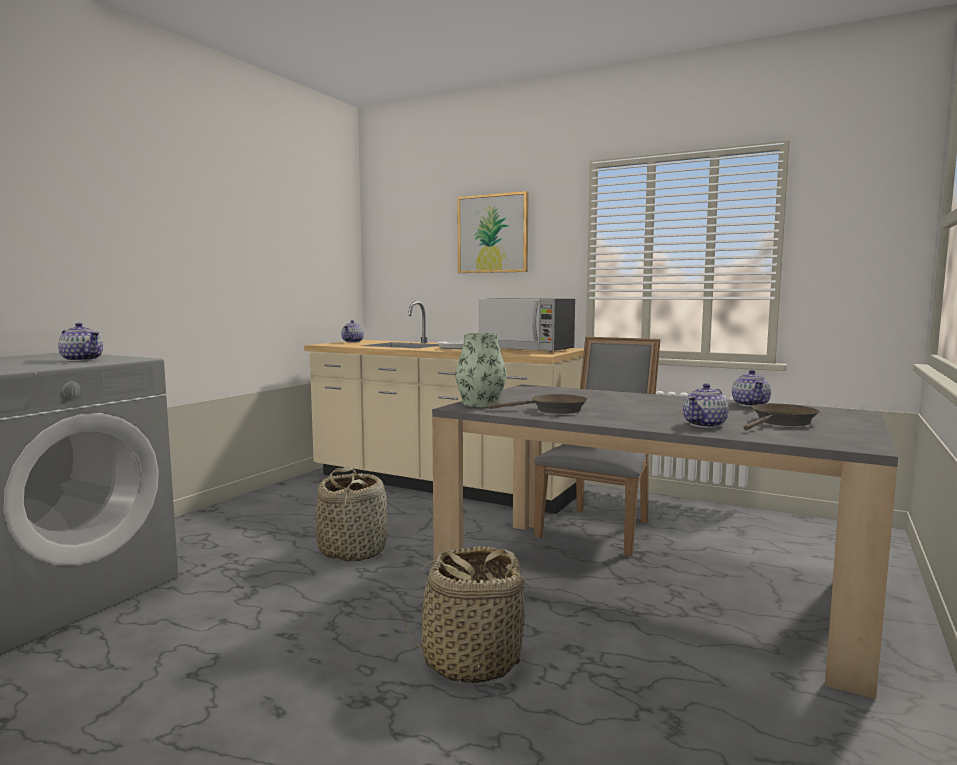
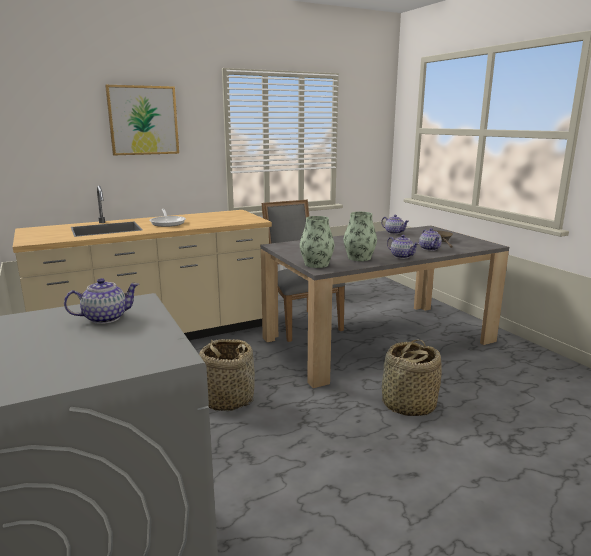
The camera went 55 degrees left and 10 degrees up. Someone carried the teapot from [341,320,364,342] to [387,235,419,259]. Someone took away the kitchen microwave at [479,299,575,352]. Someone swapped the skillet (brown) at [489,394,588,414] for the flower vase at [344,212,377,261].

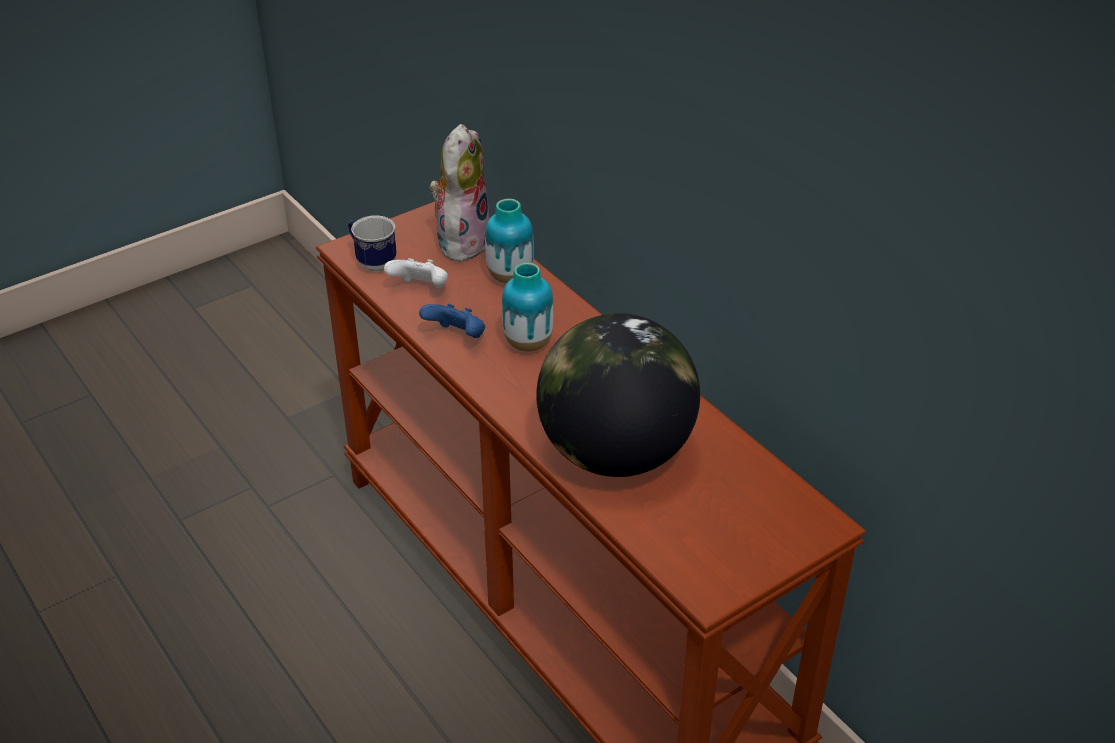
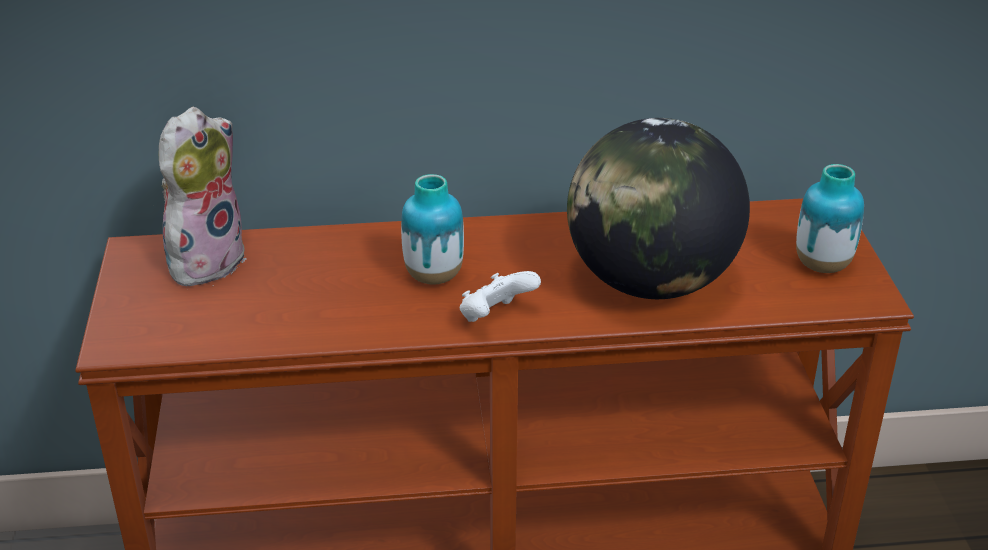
The camera went 60 degrees left and 5 degrees down. Someone took away the coffee mug at [348,216,397,272]. Someone carried the game controller (white-coloured) from [384,258,448,288] to [460,271,541,322]. Someone took away the game controller (blue) at [419,304,485,338]. Someone rotated the cuddly toy at [430,124,490,262] by 75 degrees clockwise. Someone carried the flower vase from [485,199,534,284] to [796,164,864,273].

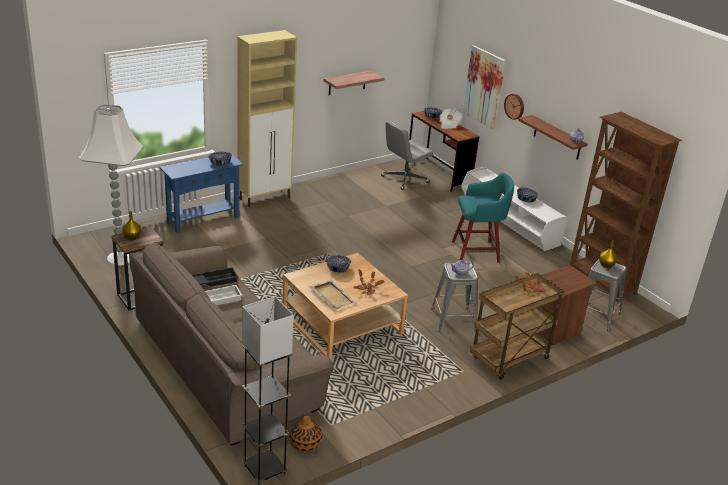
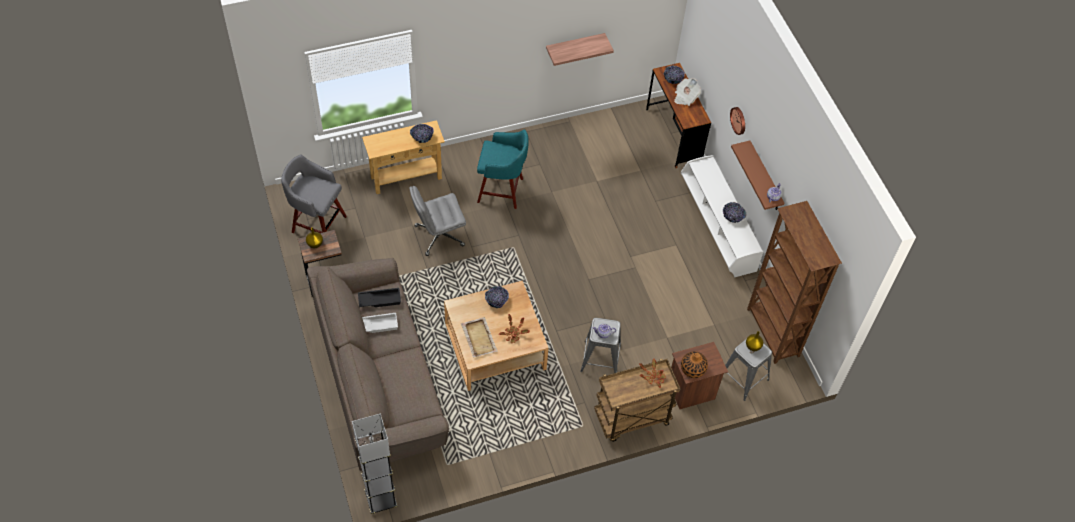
The camera went 15 degrees right and 25 degrees up. Someone swapped the floor lamp (white-coloured) at [79,104,144,265] for the stool seat (gray) at [281,155,347,233]. Someone repainted the console table (blue) at [160,155,244,233], which became the console table (beige-coloured) at [362,120,445,194]. Someone took away the storage cabinet (beige-coloured) at [237,30,297,207]. Someone carried the flower vase from [289,416,322,452] to [681,351,708,378]. Someone carried the office chair (gray) from [381,121,434,190] to [409,186,466,256]. Someone carried the stool seat (turquoise-coloured) from [452,173,514,263] to [477,129,529,209]. Someone took away the wall art at [463,45,506,129].

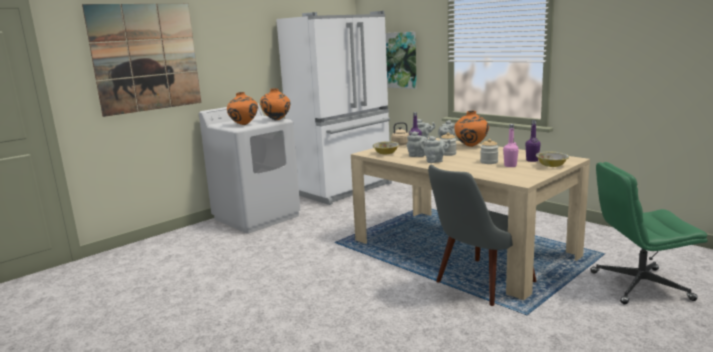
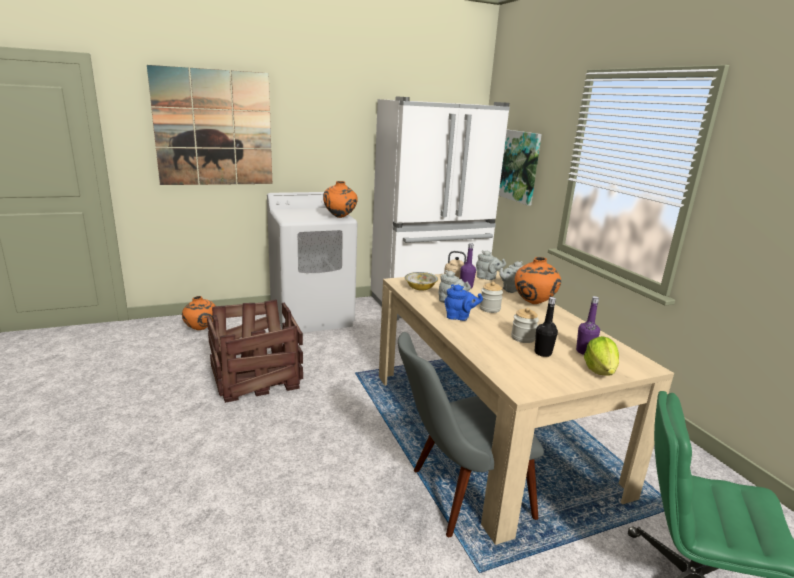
The camera went 20 degrees right and 5 degrees up. Someone carried the flower vase (orange-coloured) from [227,92,258,125] to [182,296,215,330]. Someone repainted the teapot (gray) at [424,136,451,163], which became the teapot (blue) at [445,284,483,321]. Someone repainted the beverage bottle (pink) at [503,124,519,167], which became the beverage bottle (black) at [535,297,558,357]. Someone swapped the deep dish at [536,152,569,167] for the lettuce head at [584,336,619,376]. Someone put down the shipping crate at [207,299,303,403].

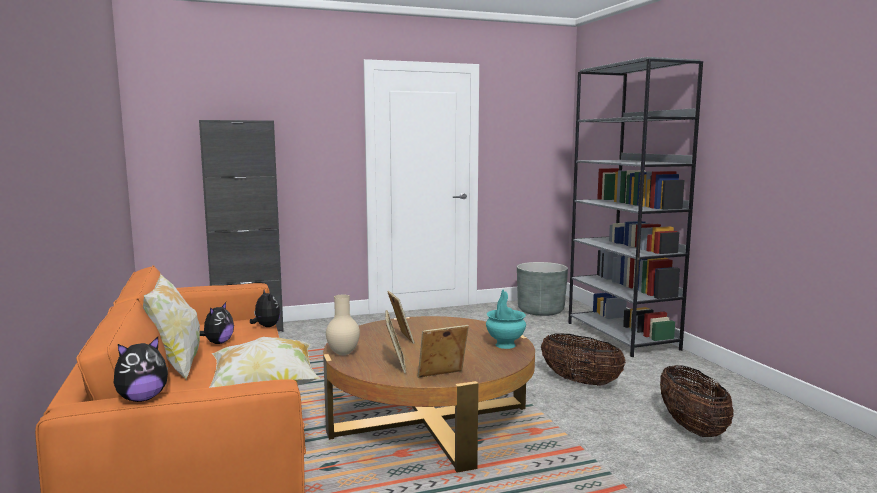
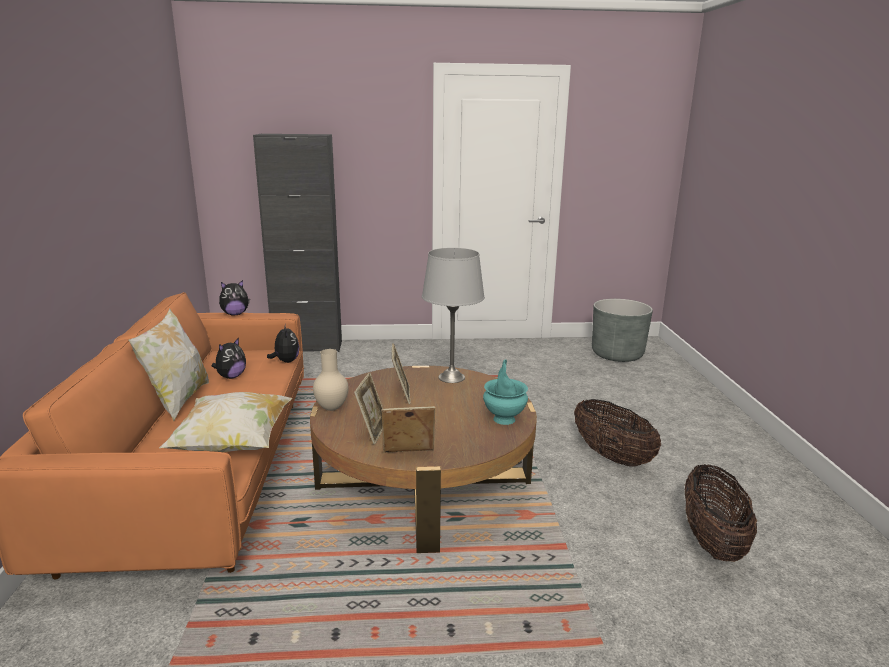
The camera went 15 degrees right and 10 degrees up. Someone carried the cuddly toy from [114,337,168,402] to [219,280,250,315]. Someone took away the bookshelf (gray) at [568,57,703,357]. Someone put down the lamp for a table (gray) at [422,248,485,383].

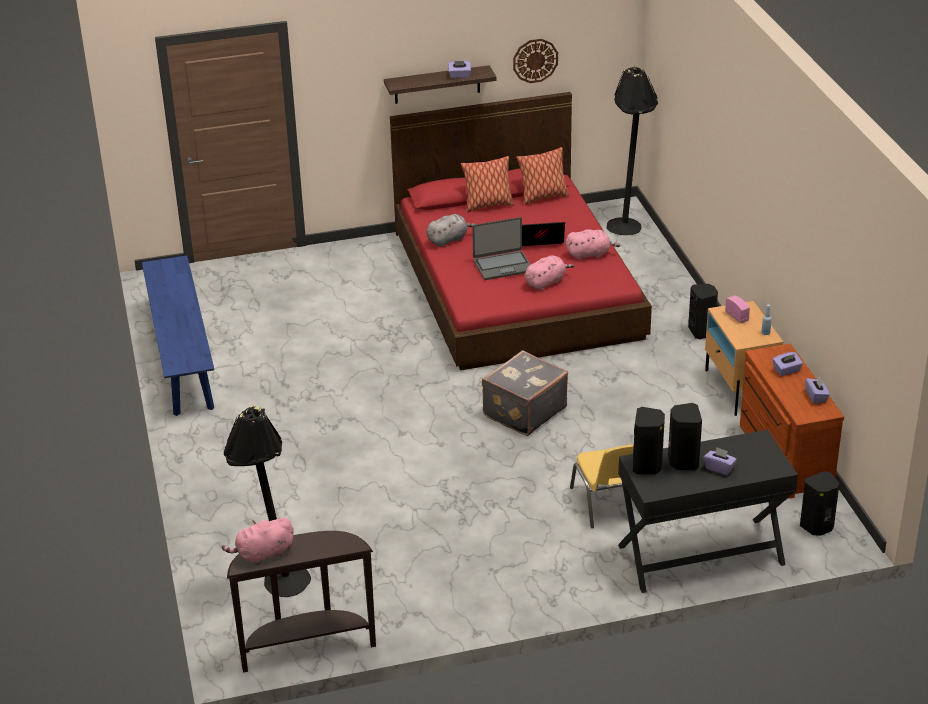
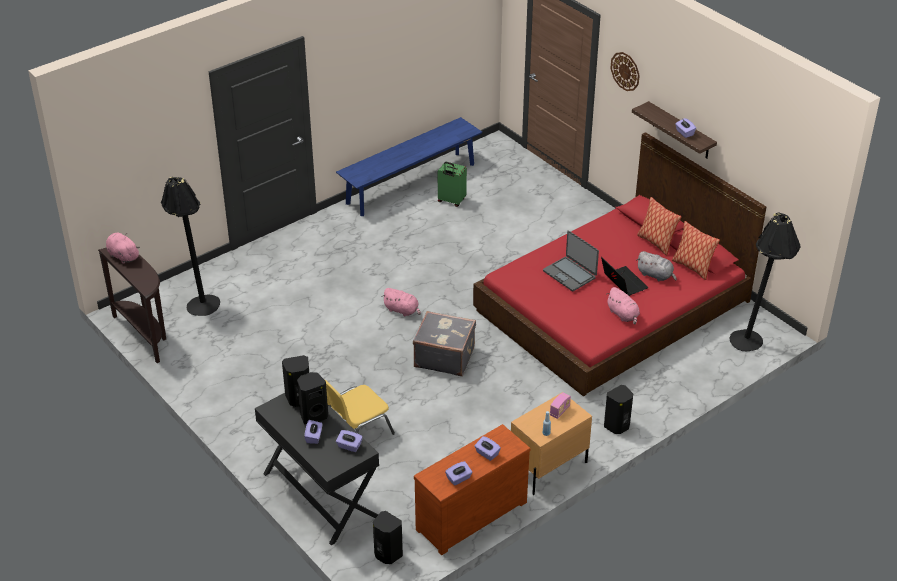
The camera went 65 degrees right and 5 degrees up. Someone carried the cuddly toy (gray) from [427,214,476,247] to [637,251,677,281]. Someone carried the hanging clock from [513,39,558,83] to [610,52,640,91]. Someone carried the cuddly toy (pink) from [525,255,574,290] to [382,288,421,316]. Someone put down the tissue box (purple) at [336,430,363,452]. Someone put down the travel case (greenish) at [438,162,467,207].

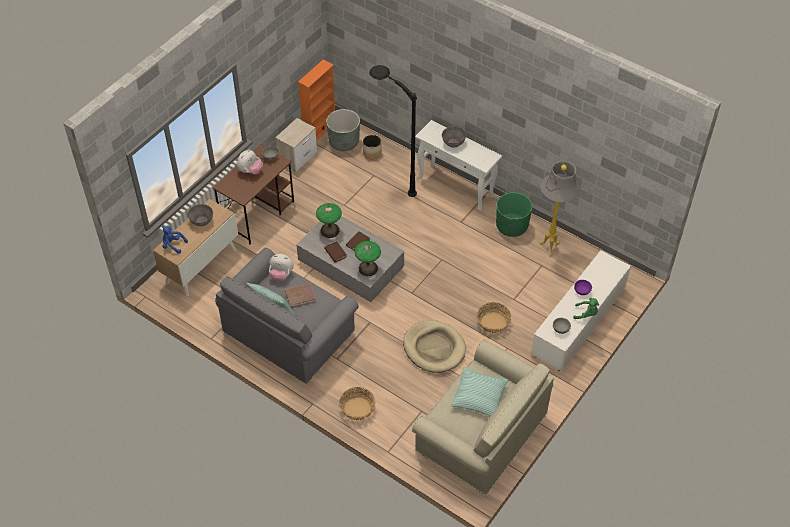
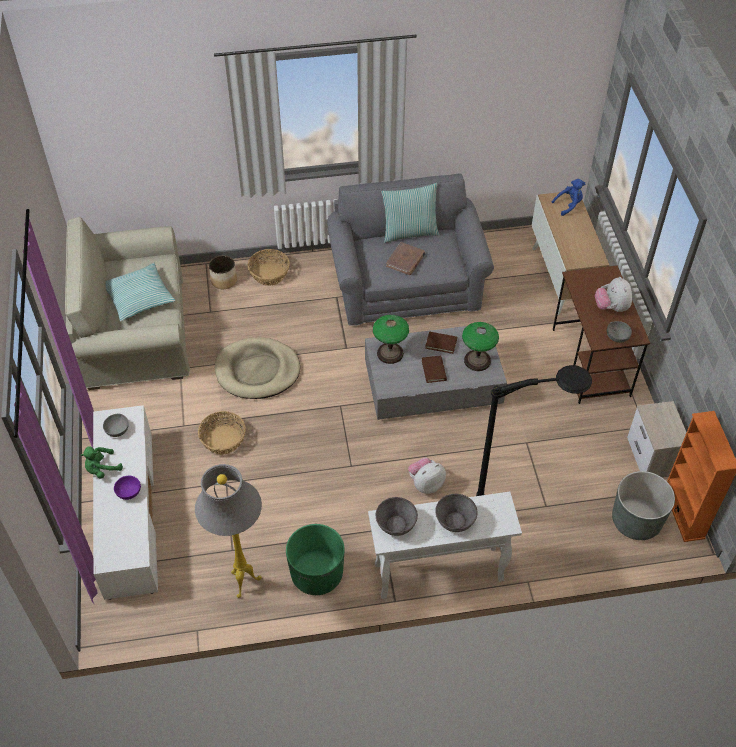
The camera went 135 degrees right and 0 degrees up. Someone carried the deep dish (gray) from [188,204,213,226] to [376,497,418,536]. Someone carried the cuddly toy from [269,254,294,282] to [408,457,446,494]. Someone carried the flower pot from [363,135,382,159] to [209,255,237,289].

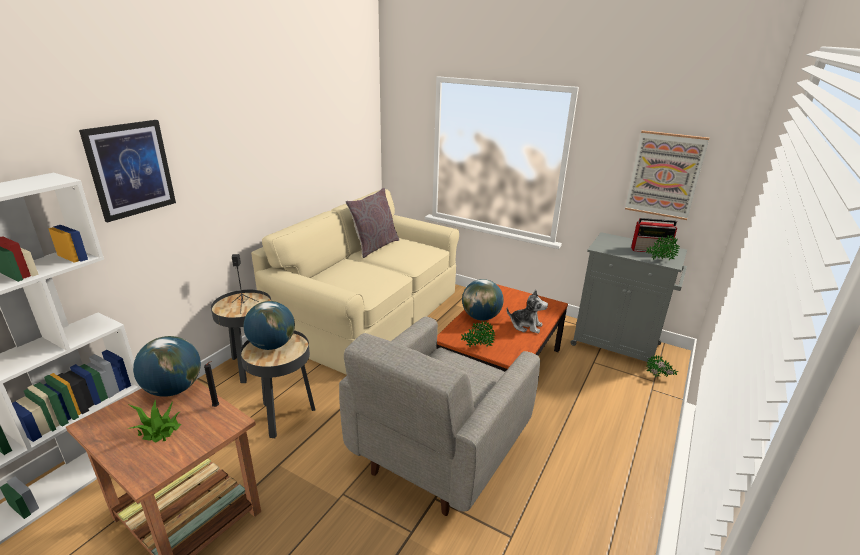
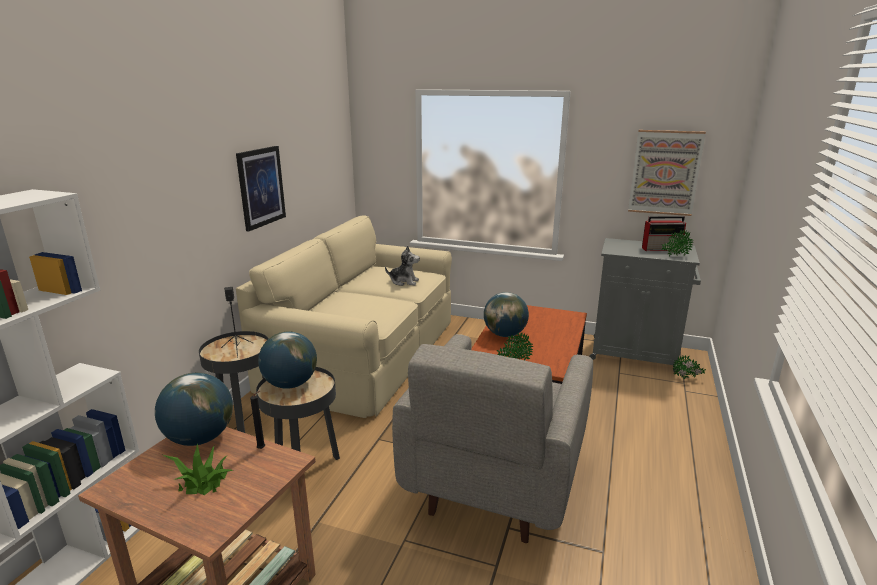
The camera went 10 degrees left and 5 degrees down. Someone carried the wall art from [79,120,176,223] to [236,146,286,231]. Someone took away the cushion (gray) at [346,188,399,258]. Someone carried the cuddly toy from [507,290,548,334] to [385,246,420,286].

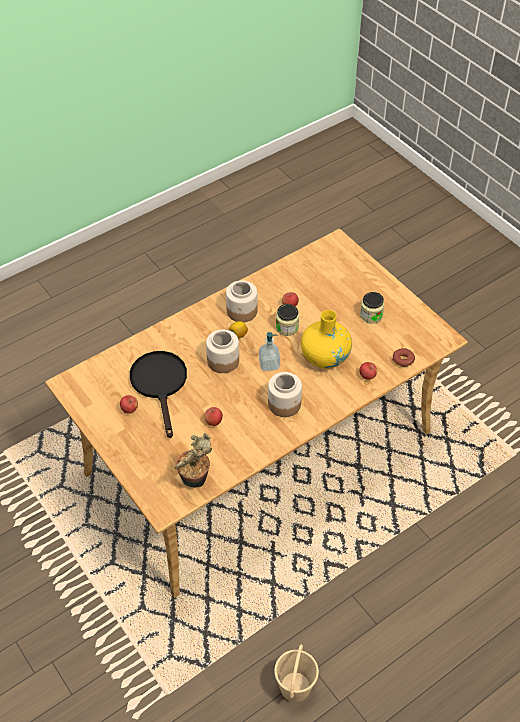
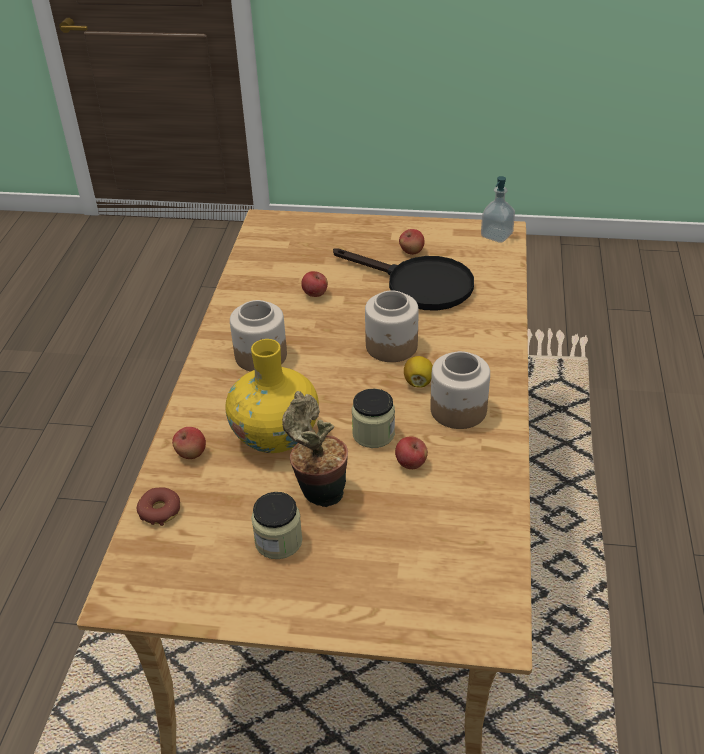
The camera went 135 degrees right and 10 degrees down. Someone carried the potted plant from [174,433,212,487] to [282,391,348,507]. Someone carried the liquid soap bottle from [259,332,280,371] to [481,176,515,243]. Someone took away the bucket (beige-coloured) at [274,645,319,702].

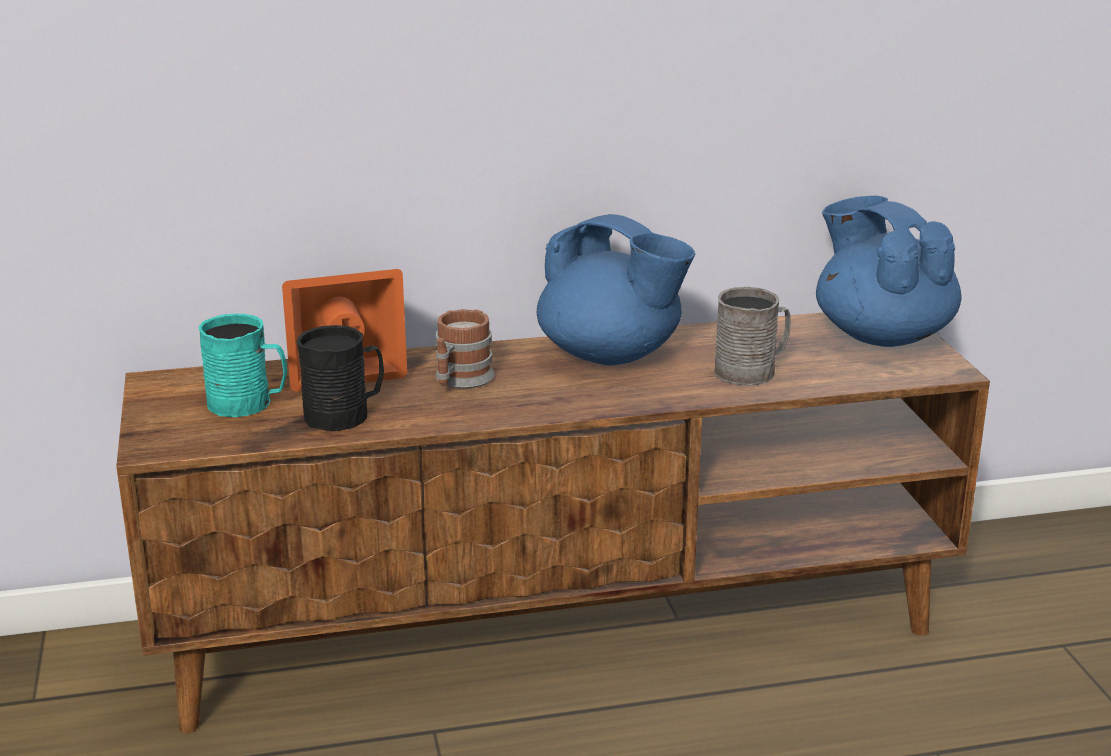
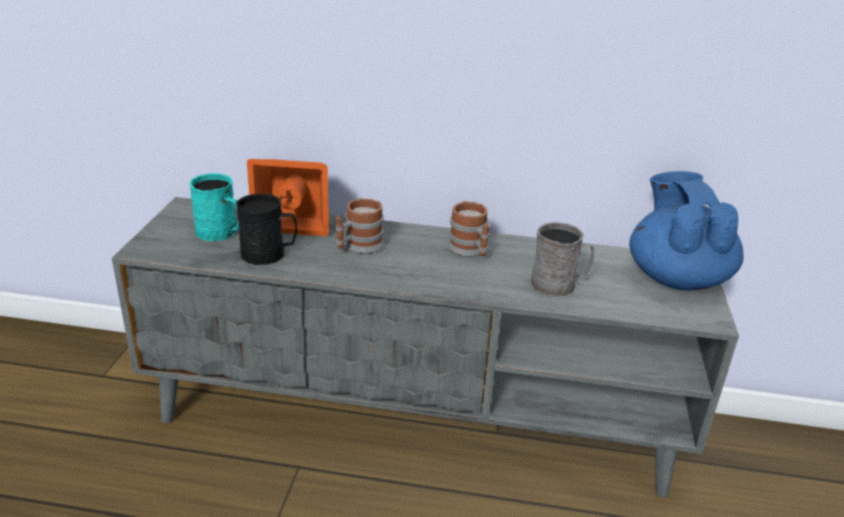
The camera went 20 degrees right and 5 degrees up. Someone repainted the media console (brown) at [116,313,990,733], which became the media console (gray) at [112,197,739,498]. Someone swapped the teapot (blue) at [537,214,695,366] for the coffee mug at [447,201,489,257].

